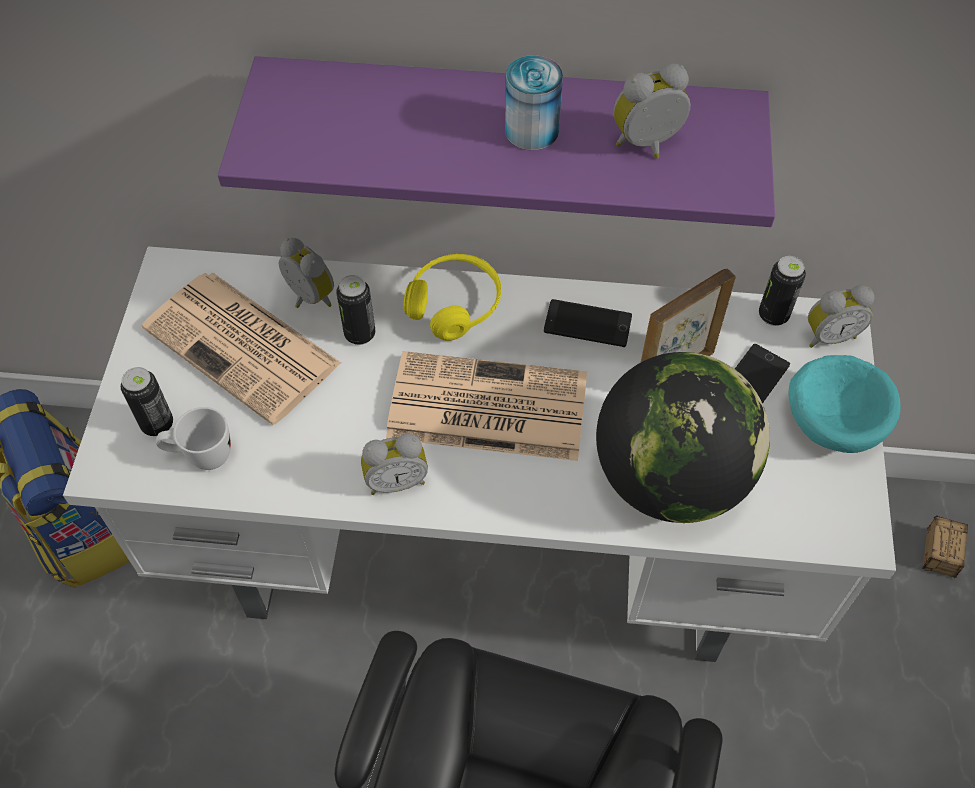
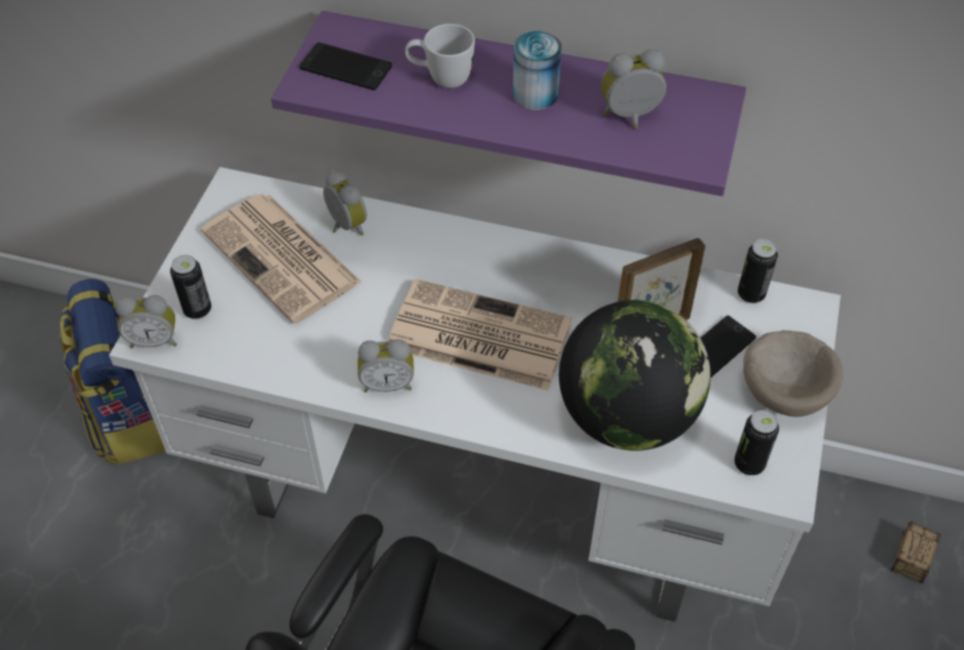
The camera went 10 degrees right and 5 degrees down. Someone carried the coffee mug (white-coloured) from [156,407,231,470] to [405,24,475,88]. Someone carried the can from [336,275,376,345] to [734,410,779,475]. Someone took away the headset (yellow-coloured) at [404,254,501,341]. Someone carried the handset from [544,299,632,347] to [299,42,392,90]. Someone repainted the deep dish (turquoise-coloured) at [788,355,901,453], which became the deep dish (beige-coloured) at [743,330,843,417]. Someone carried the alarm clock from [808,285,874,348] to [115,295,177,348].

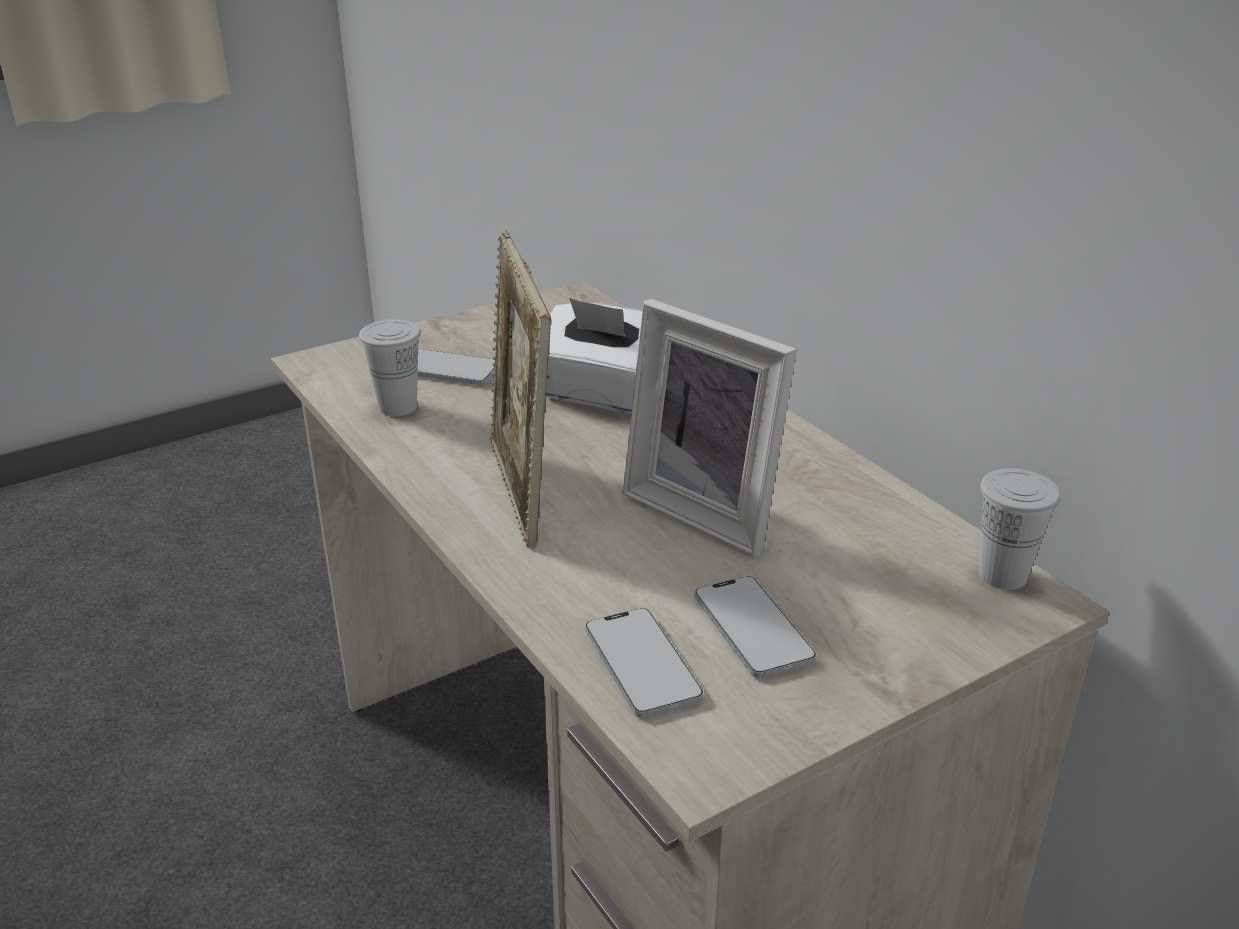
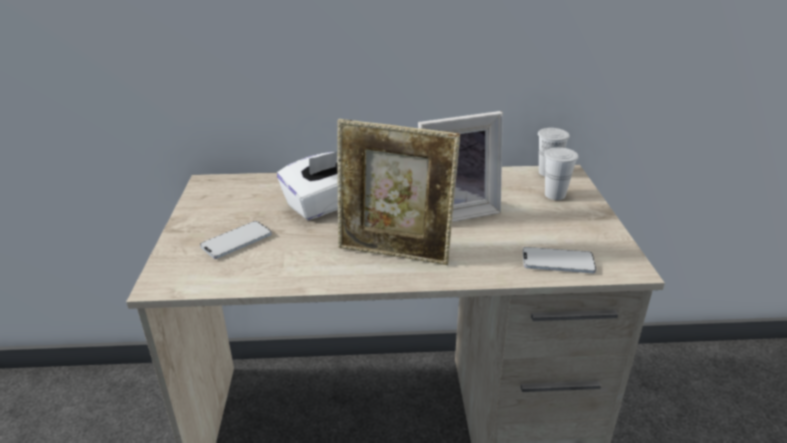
The camera went 60 degrees left and 0 degrees up. Someone carried the drinking cup (white-coloured) from [359,319,421,416] to [544,147,578,200]. Someone took away the handset at [695,576,816,678].

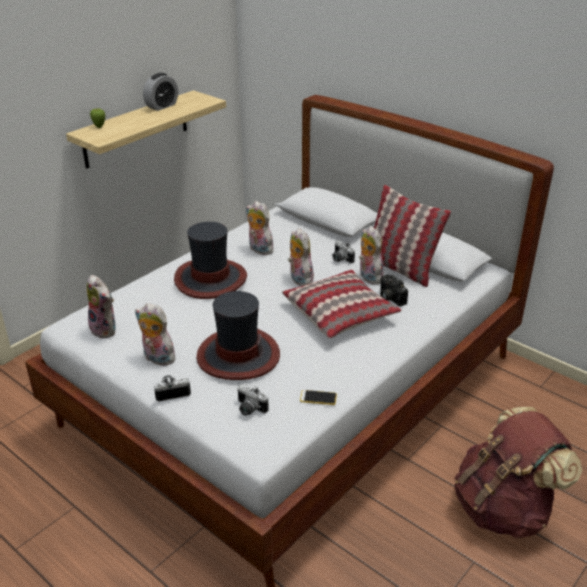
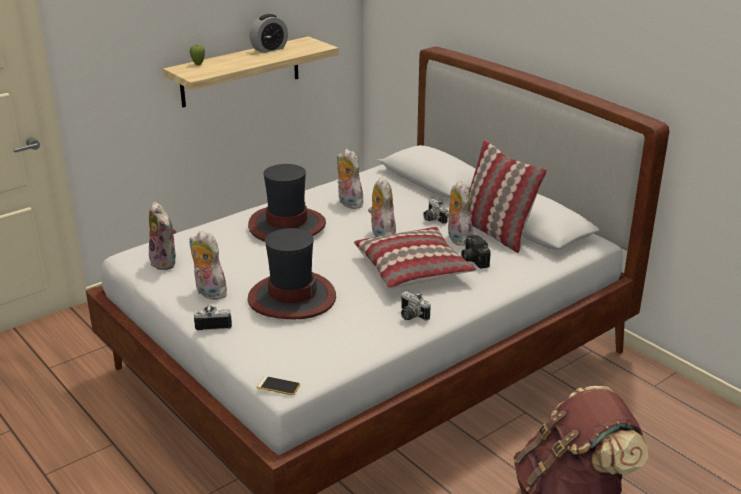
The camera went 10 degrees right and 5 degrees down. Someone carried the photo camera from [237,384,269,416] to [401,291,430,321]. Someone carried the handset from [300,390,337,405] to [257,376,300,395].

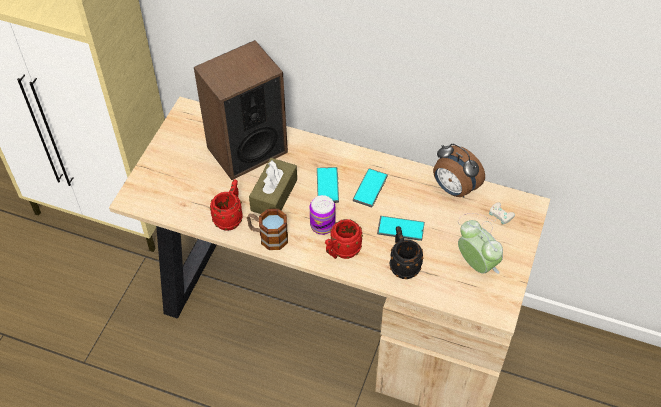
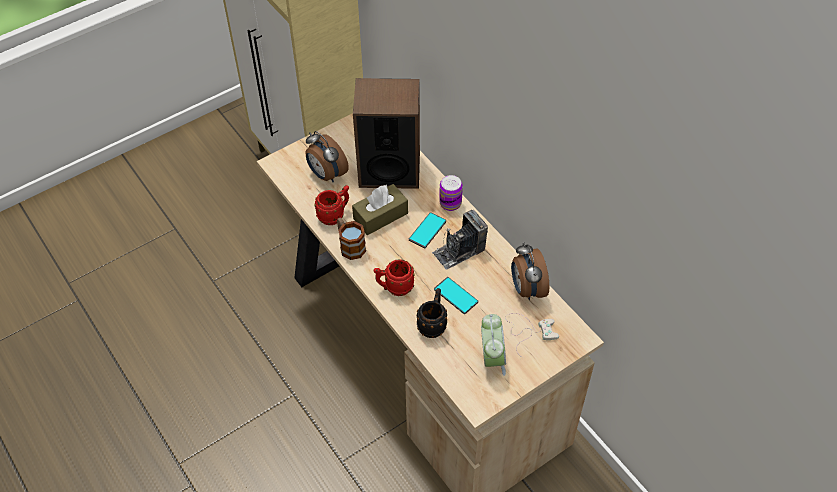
The camera went 35 degrees right and 0 degrees up. Someone carried the can from [310,195,336,235] to [439,175,463,211]. Someone swapped the handset at [353,168,388,207] for the photo camera at [432,210,488,270]. Someone put down the alarm clock at [306,131,349,182].

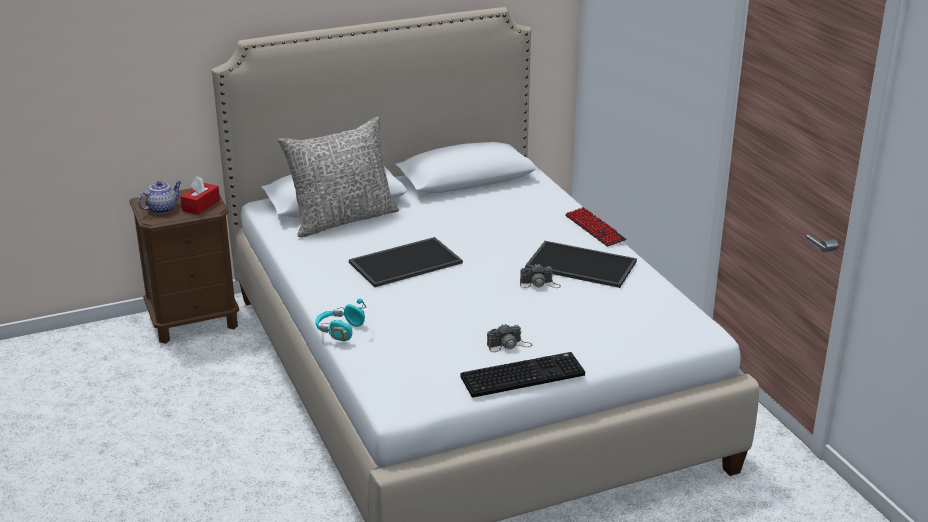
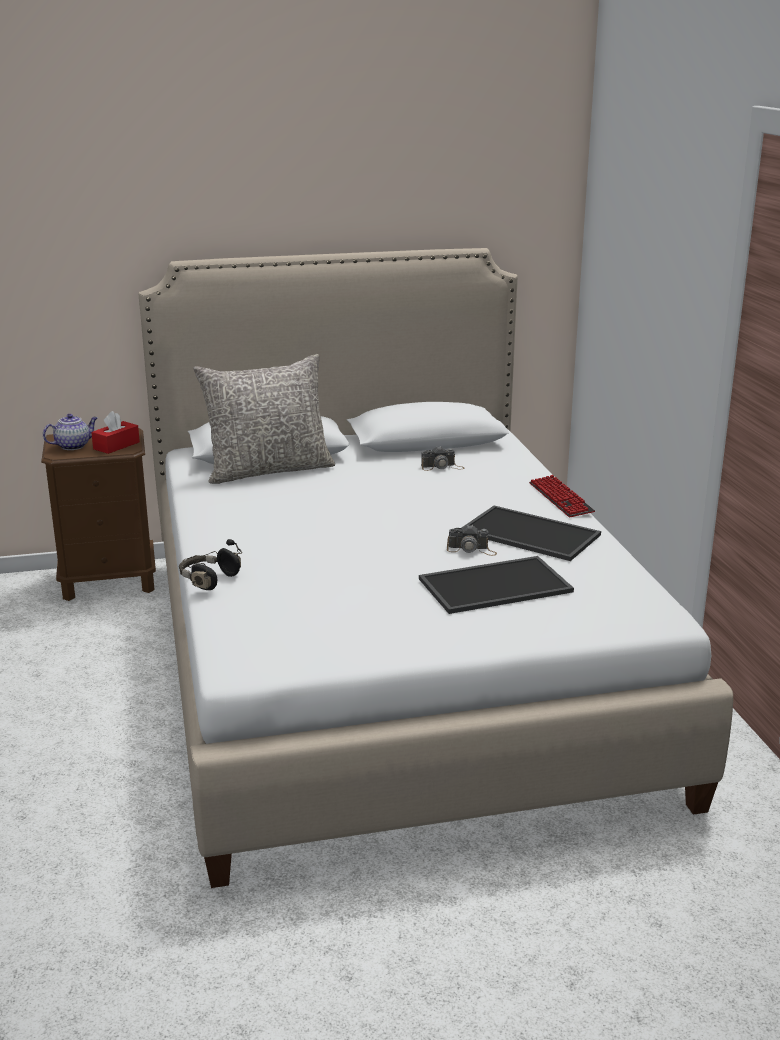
The camera went 10 degrees right and 5 degrees down. Someone repainted the headset (turquoise-coloured) at [315,299,366,341], which became the headset (black) at [179,539,243,590]. Someone carried the carrying tray from [349,237,463,287] to [419,556,574,614]. Someone took away the computer keyboard at [460,352,585,398]. Someone carried the photo camera from [487,324,532,352] to [421,446,464,471].

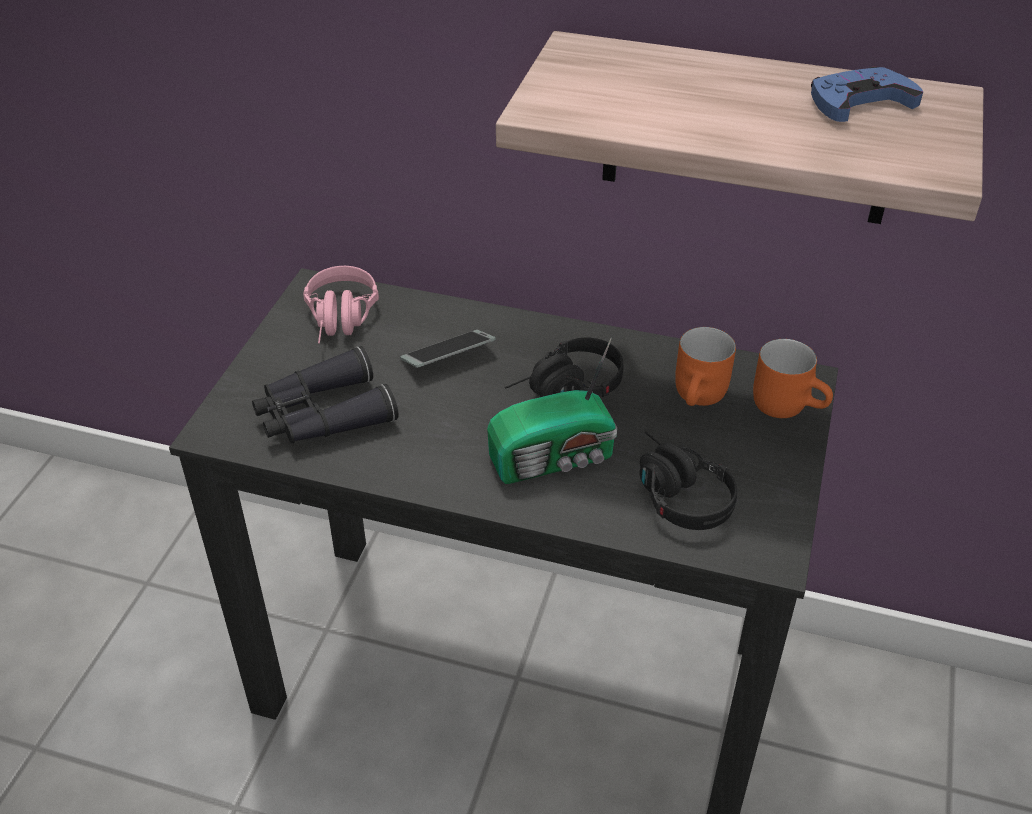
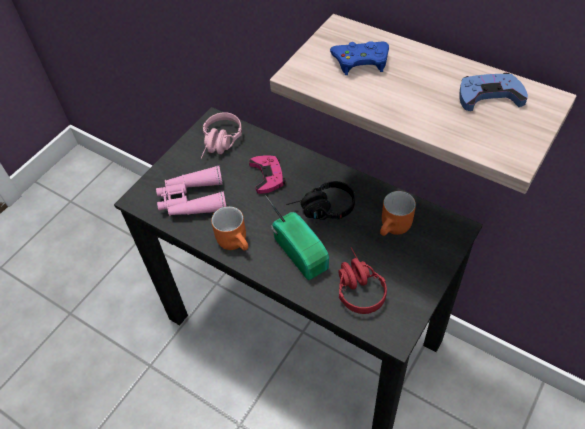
The camera went 20 degrees right and 10 degrees up. Someone repainted the pair of binoculars (black) at [252,346,398,444], which became the pair of binoculars (pink) at [156,166,226,216]. Someone swapped the handset at [400,330,496,368] for the game controller (pink) at [249,156,285,194]. Someone rotated the radio at [487,338,617,484] by 120 degrees counterclockwise. Someone repainted the headset (black) at [639,431,737,530], which became the headset (red-coloured) at [338,247,387,314]. Someone carried the coffee mug (orange-coloured) from [753,339,833,418] to [211,206,248,251]. Someone put down the game controller (blue) at [330,41,389,75].

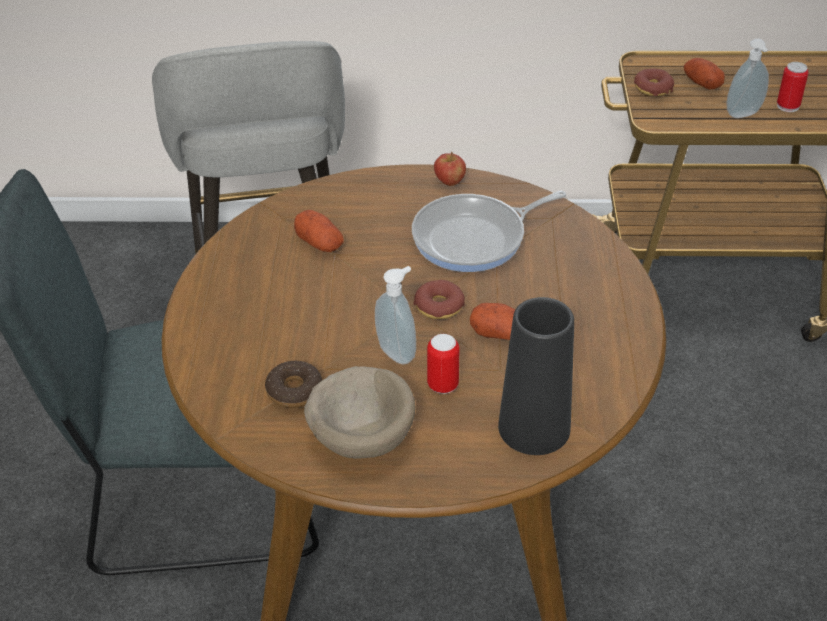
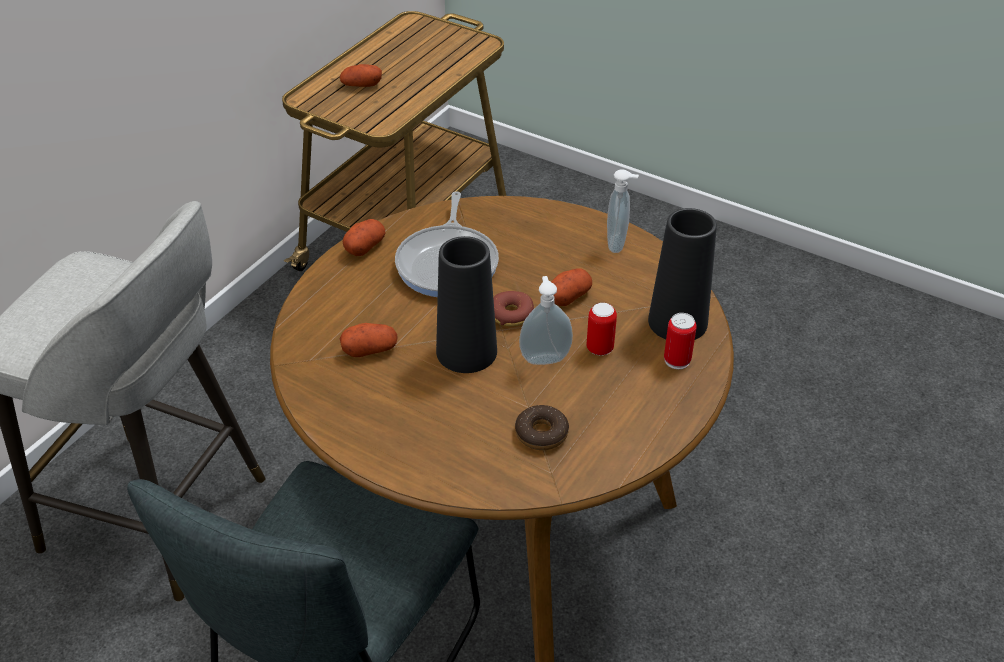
The camera went 60 degrees left and 0 degrees up. Someone took away the deep dish (beige-coloured) at [304,366,415,459]. Someone swapped the whole apple at [434,152,466,186] for the whole potato at [343,219,385,256]. Someone took away the doughnut at [634,69,674,96]. Someone carried the liquid soap bottle from [727,39,769,118] to [607,169,639,253]. Someone carried the can from [777,62,808,112] to [664,313,697,369]. Someone put down the flower vase (black) at [436,236,497,373].

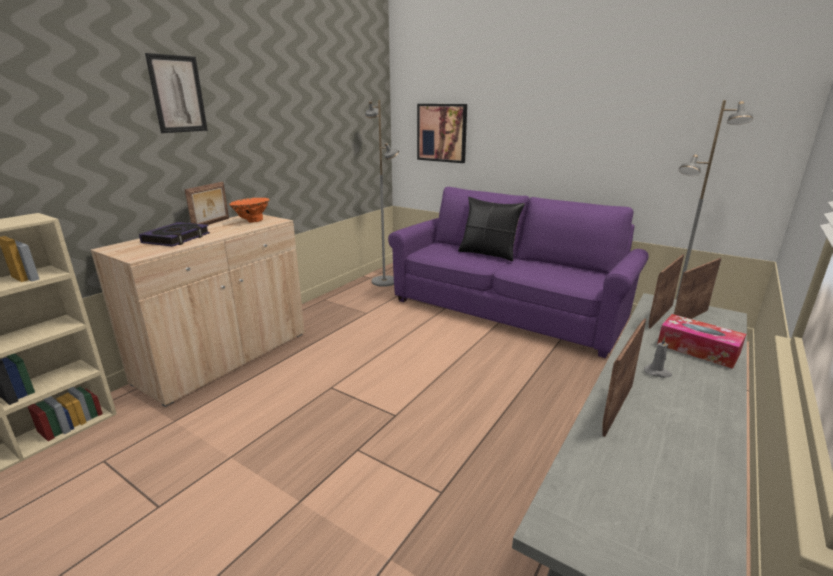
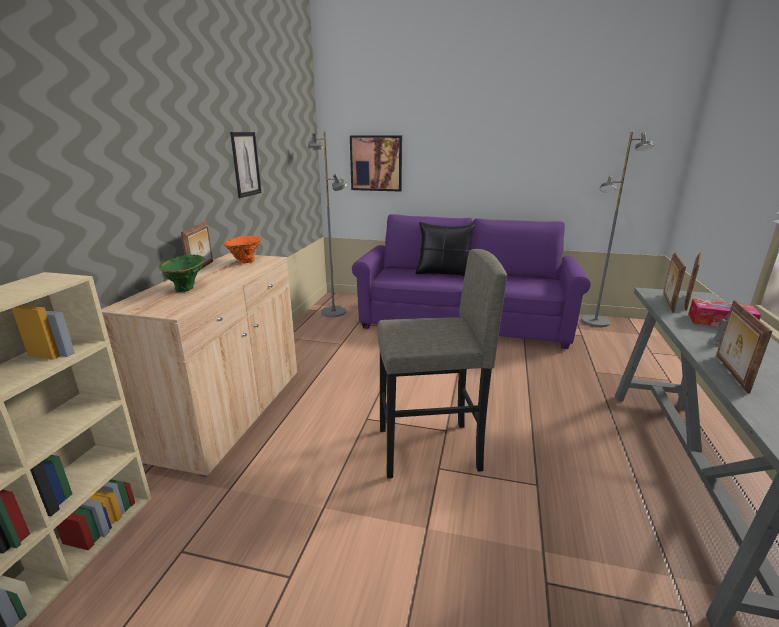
The camera went 20 degrees left and 0 degrees up. Someone swapped the bound book at [139,222,210,247] for the flower vase (greenish) at [158,255,206,292]. Someone carried the wall art from [145,53,208,133] to [230,132,261,198]. Someone put down the stool seat (gray) at [377,249,507,478].

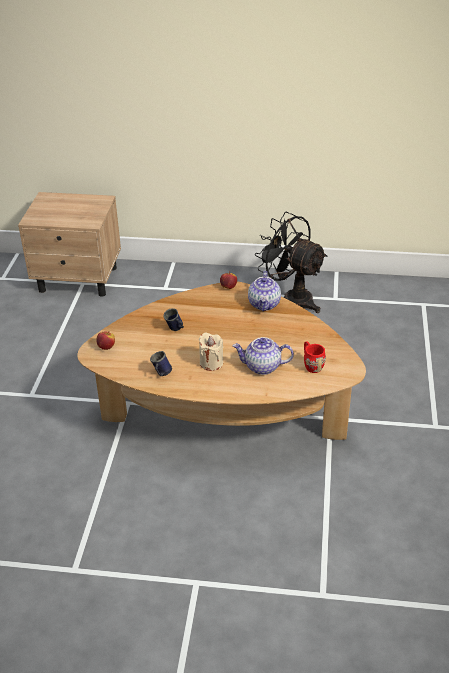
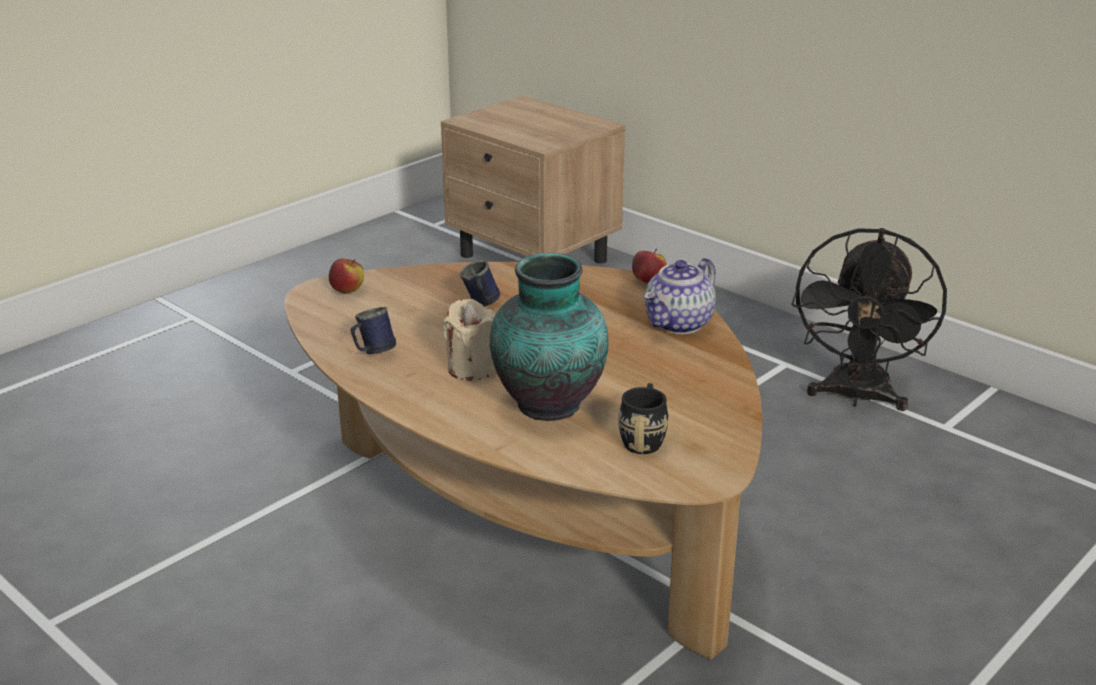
The camera went 35 degrees right and 10 degrees down. Someone swapped the teapot at [233,337,294,375] for the flower vase at [490,253,608,421]. Someone rotated the cooling fan (black) at [255,212,328,313] by 150 degrees counterclockwise. Someone repainted the coffee mug (red-coloured) at [304,341,326,373], which became the coffee mug (black) at [618,383,668,454].

